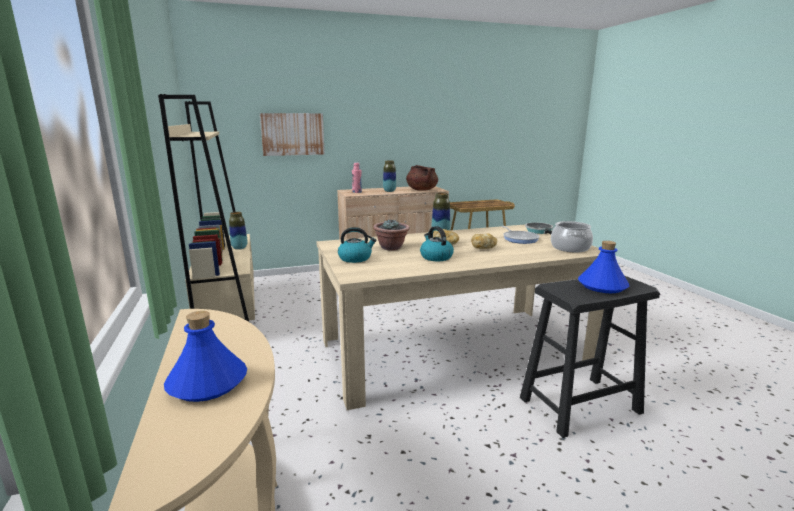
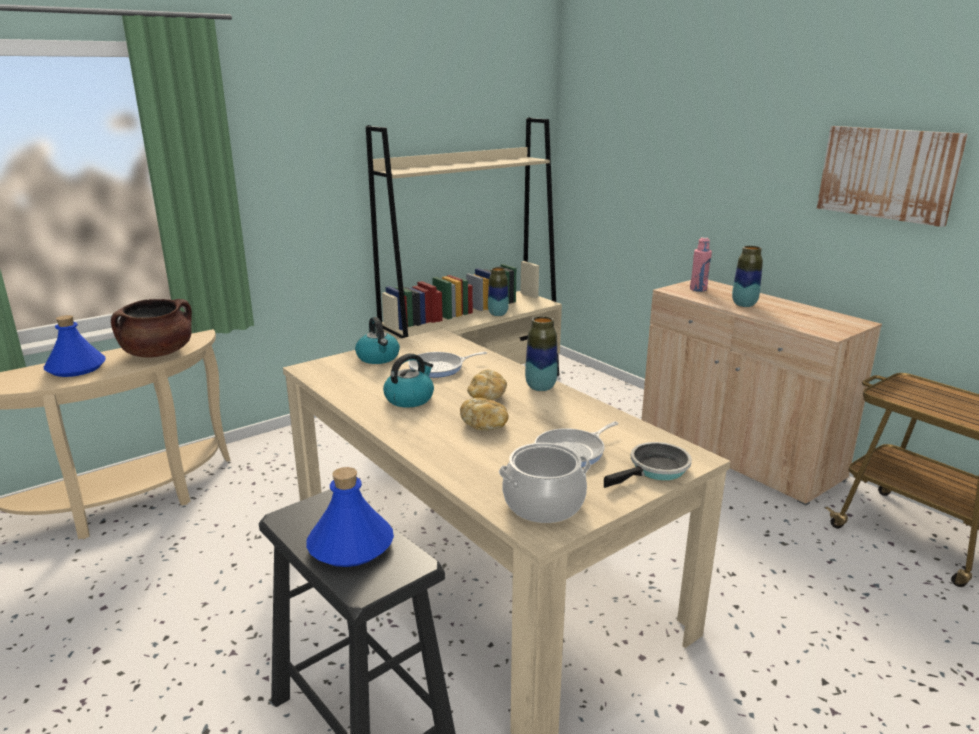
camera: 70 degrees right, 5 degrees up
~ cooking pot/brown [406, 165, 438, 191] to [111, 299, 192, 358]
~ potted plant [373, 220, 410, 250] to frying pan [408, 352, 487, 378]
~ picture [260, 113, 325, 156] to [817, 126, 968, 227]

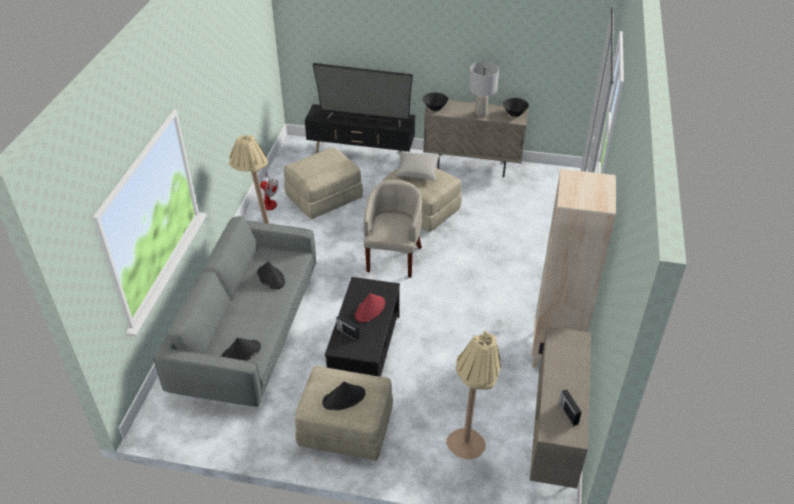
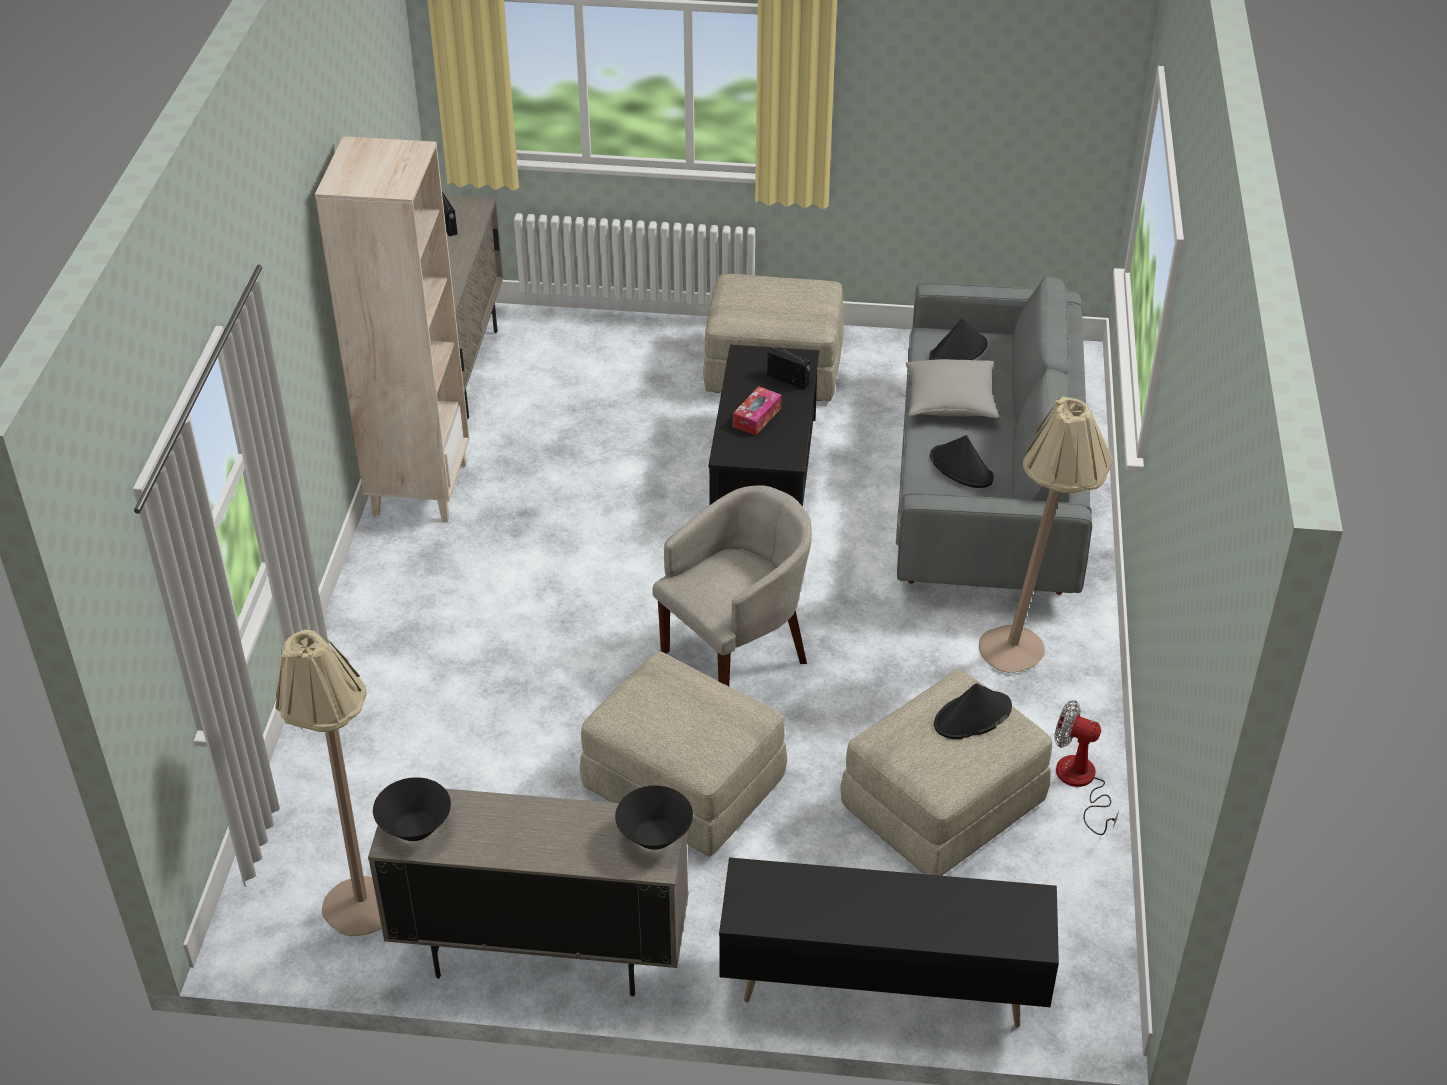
camera: 175 degrees right, 0 degrees up
~ floor lamp/beige [446, 331, 501, 459] to [275, 630, 382, 936]
~ armchair/beige [364, 180, 422, 278] = [652, 485, 812, 686] 135 degrees counterclockwise
~ hat/red [355, 293, 385, 322] to tissue box [733, 387, 782, 435]
~ pillow/grey [394, 152, 440, 181] to [906, 359, 998, 418]
~ hat/black [322, 382, 366, 410] to [934, 683, 1012, 739]
- television [313, 63, 413, 127]
- table lamp/grey [469, 62, 499, 117]

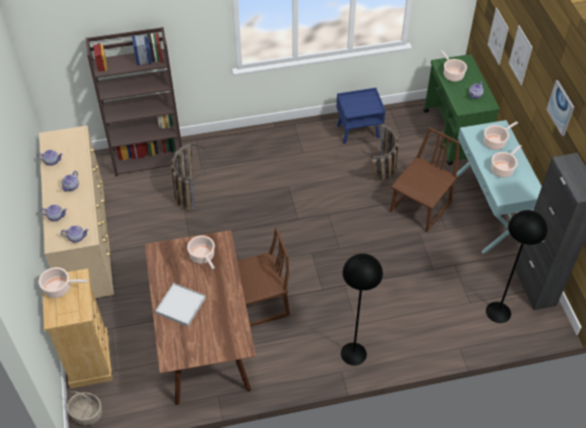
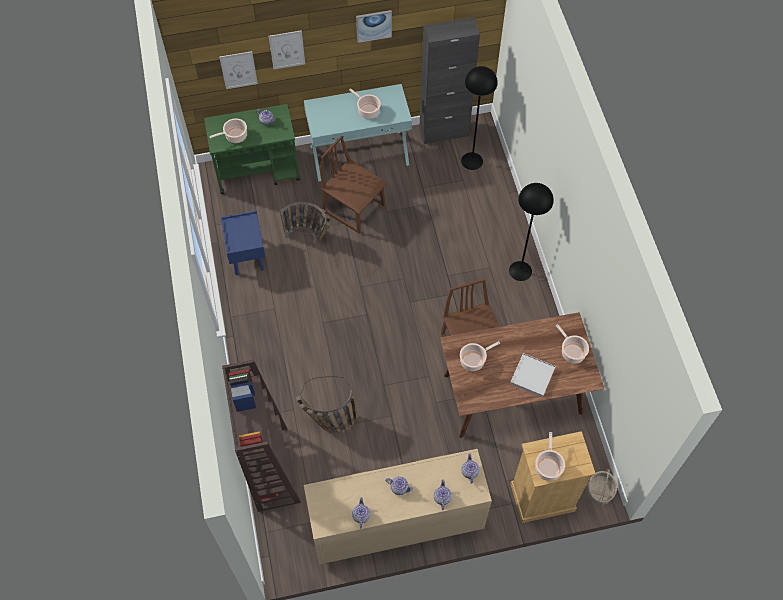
camera: 90 degrees left, 10 degrees up
~ cooking pot [484, 121, 518, 150] to [556, 324, 589, 363]

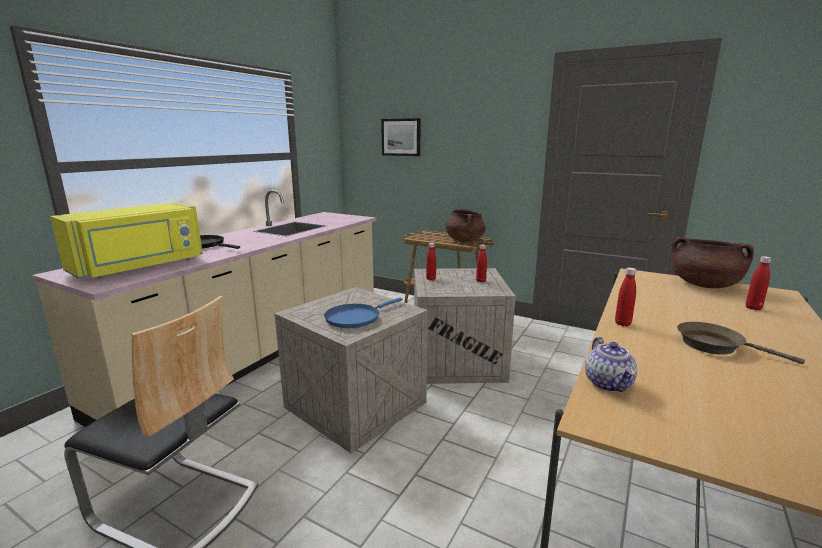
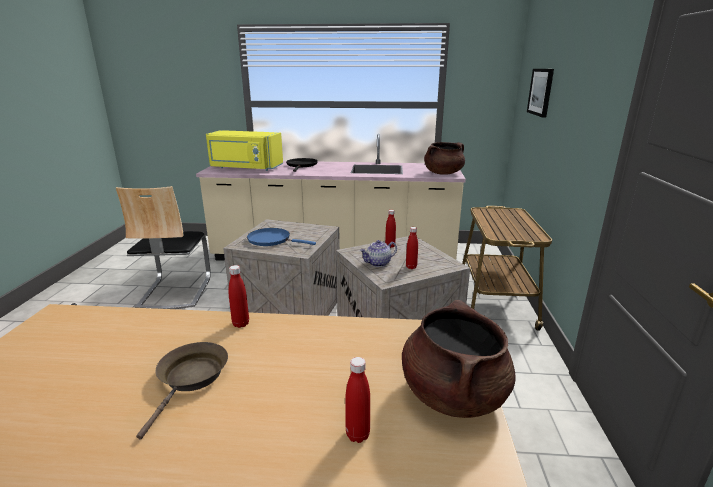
camera: 65 degrees right, 5 degrees up
~ teapot [585, 337, 637, 392] to [360, 240, 397, 267]
~ cooking pot/brown [445, 208, 486, 241] to [424, 142, 465, 175]

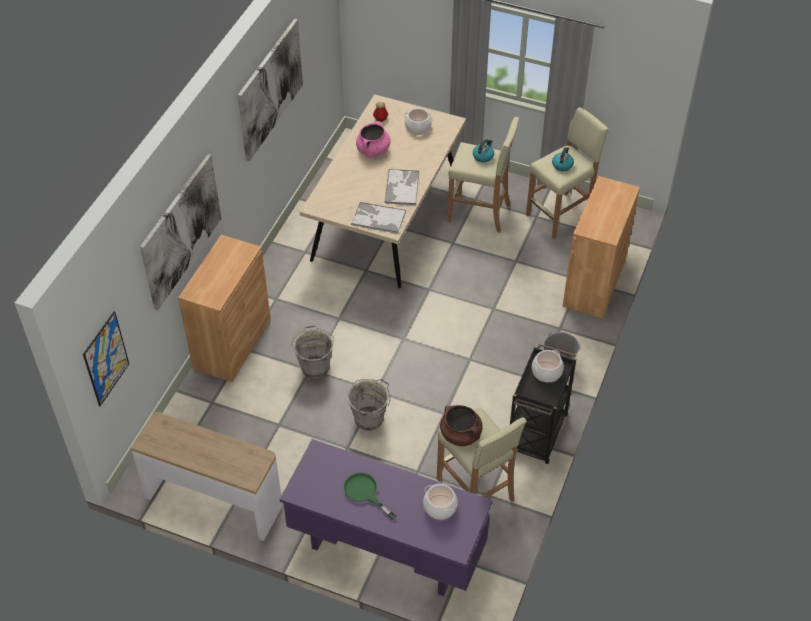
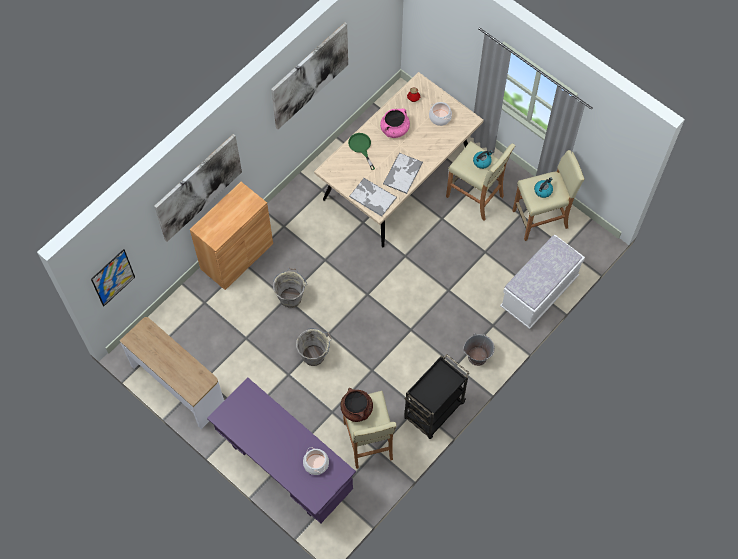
camera: 20 degrees right, 15 degrees up
~ frying pan/green [344, 473, 396, 520] to [348, 133, 375, 170]
~ cabinet/brown [562, 176, 640, 318] to bench/white [500, 235, 585, 329]
- cooking pot [532, 350, 564, 382]

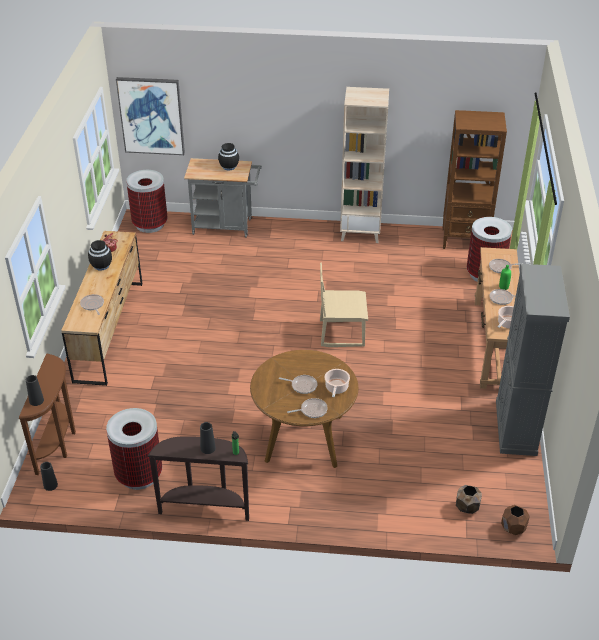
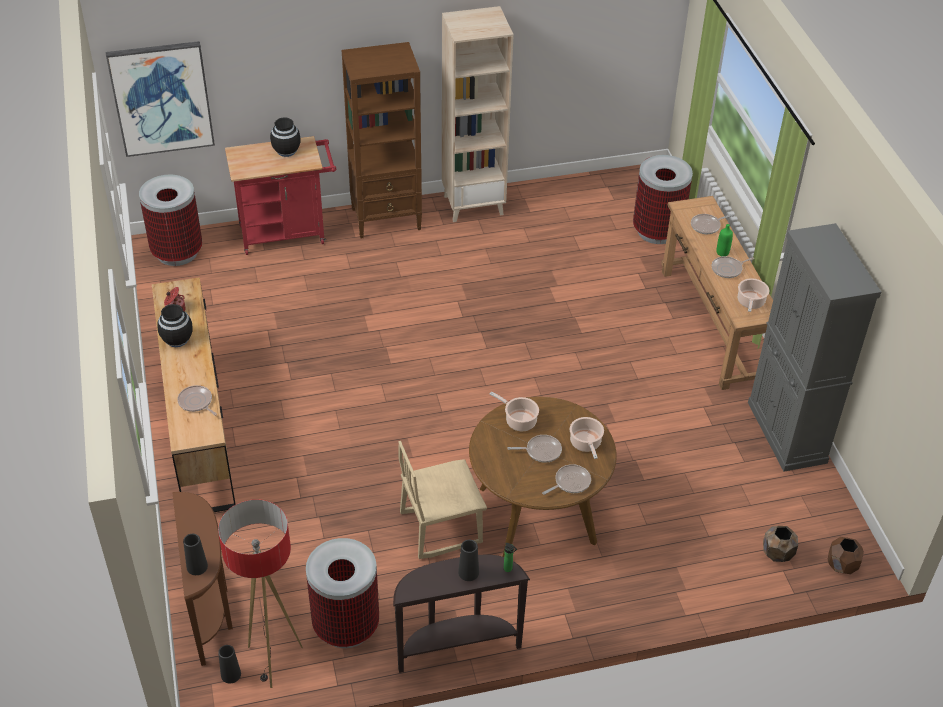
camera: 20 degrees left, 5 degrees up
+ floor lamp [218, 499, 303, 688]
~ cart/grey [184, 158, 262, 238] to cart/red [225, 136, 336, 255]
~ bookcase/brown [442, 110, 507, 249] to [342, 42, 422, 239]
~ chair/beige [320, 263, 368, 347] to [398, 441, 487, 559]
+ cooking pot [490, 392, 539, 431]

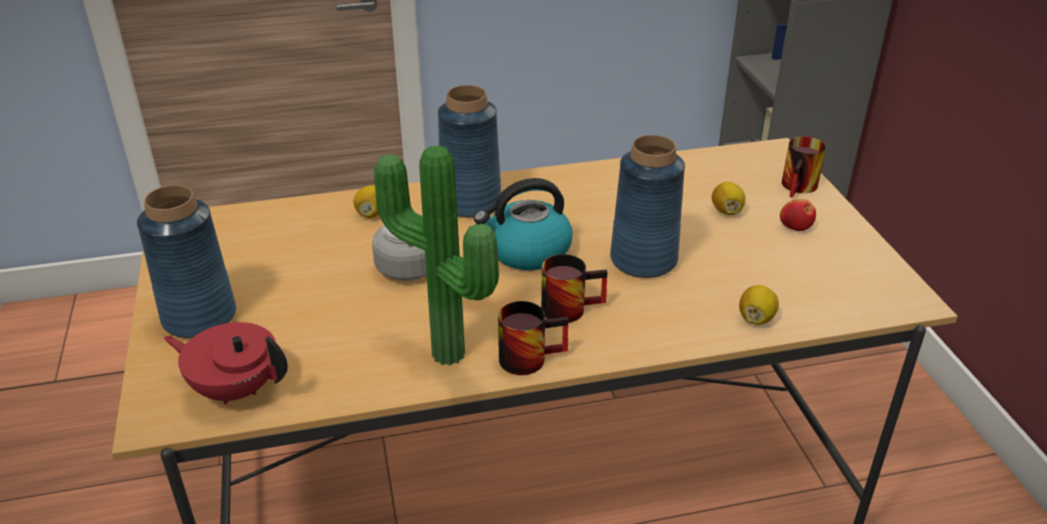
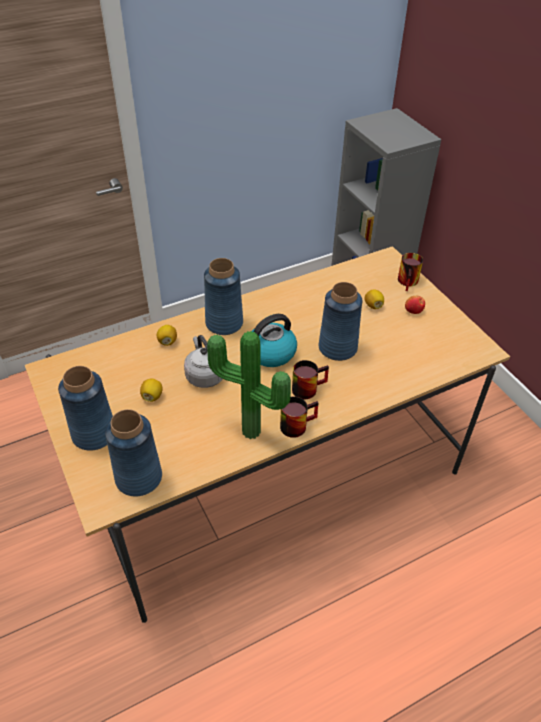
camera: 15 degrees left, 10 degrees up
~ teapot/red [164, 322, 288, 404] to vase/blue [105, 409, 162, 496]
~ lemon [739, 285, 779, 325] to [140, 378, 162, 402]

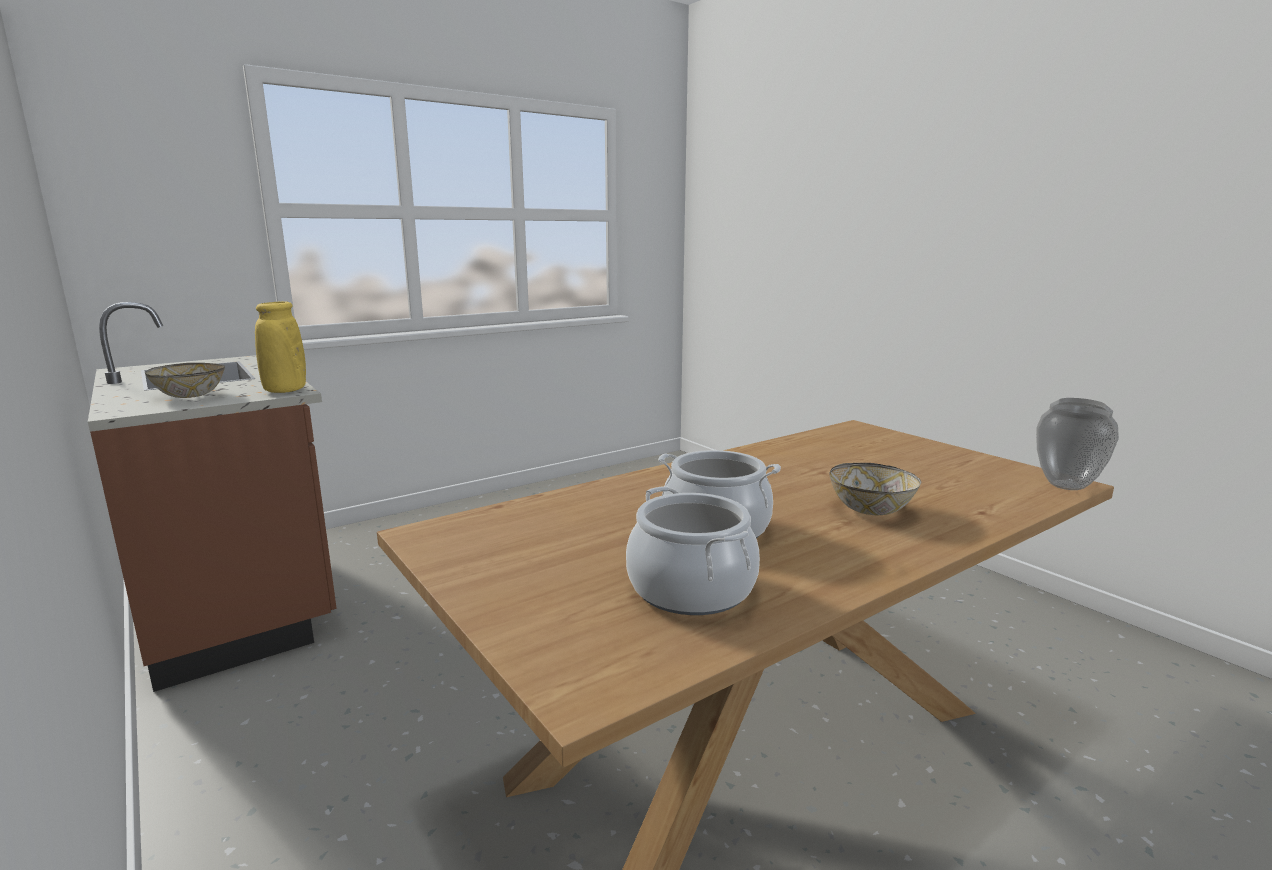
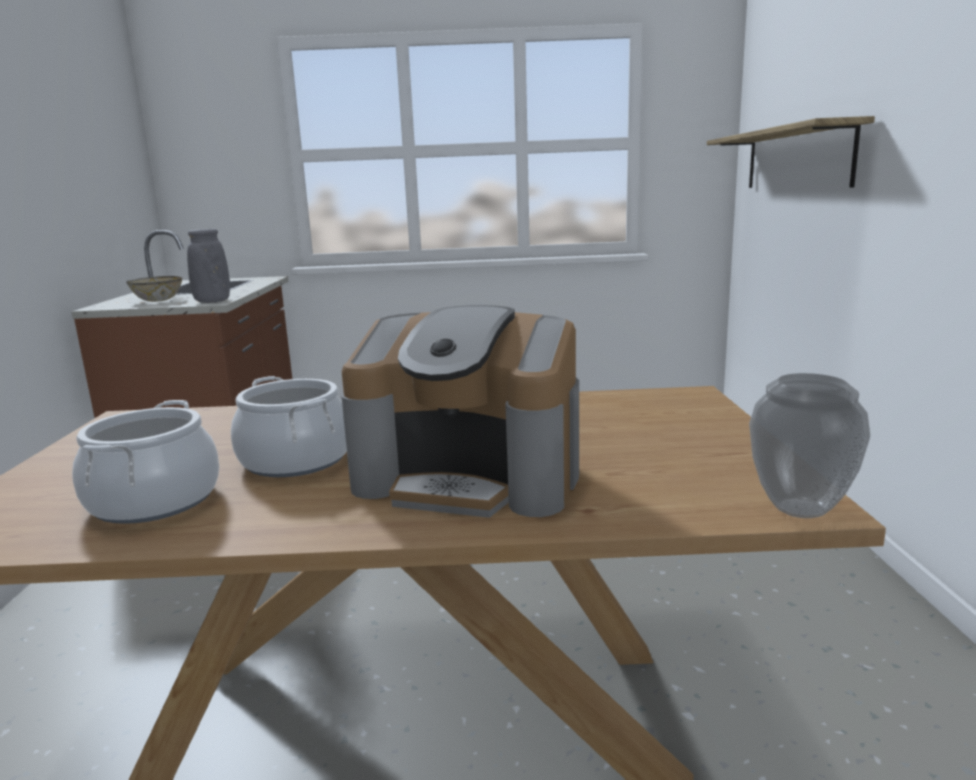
camera: 35 degrees right, 0 degrees up
~ vase/yellow [255, 301, 306, 393] to vase/grey [187, 229, 230, 303]
~ bowl [829, 463, 921, 515] to coffee machine [341, 305, 579, 518]
+ shelf [707, 116, 875, 188]

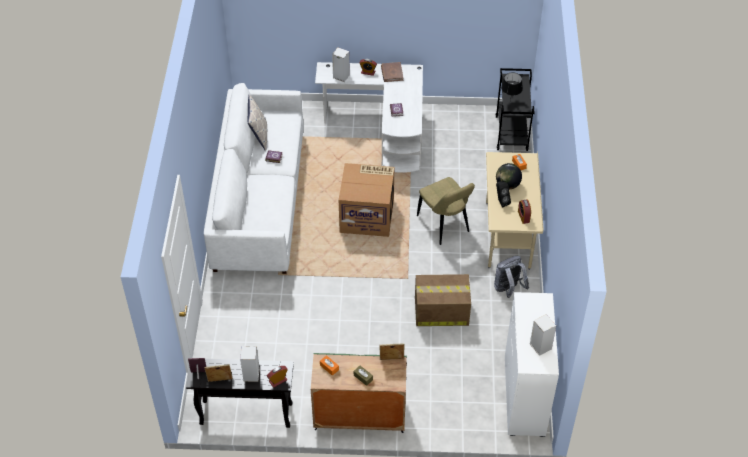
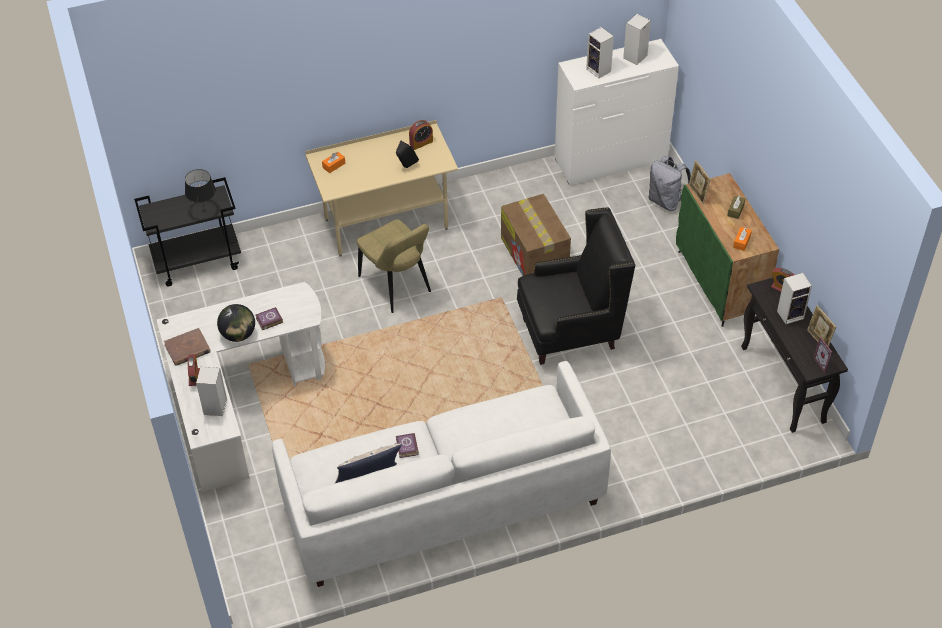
camera: 110 degrees left, 0 degrees up
~ globe [496, 163, 522, 189] to [217, 304, 255, 342]
~ chair/beige [417, 177, 475, 245] = [357, 219, 431, 313] 105 degrees clockwise
+ armchair/black [517, 208, 635, 365]
+ speaker [586, 27, 614, 79]
~ backpack/grey [494, 256, 529, 298] to [648, 156, 691, 211]
- cardboard box [339, 163, 394, 237]

